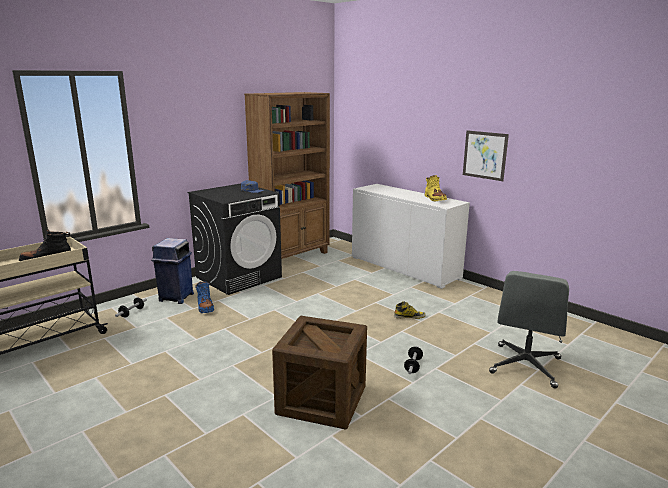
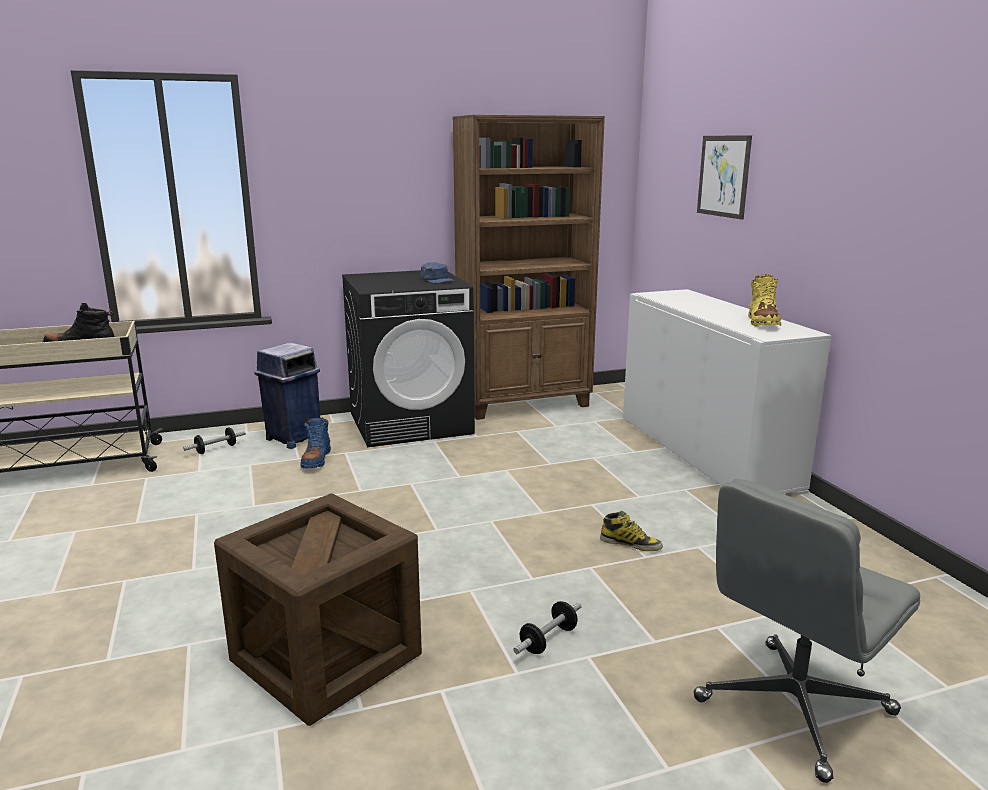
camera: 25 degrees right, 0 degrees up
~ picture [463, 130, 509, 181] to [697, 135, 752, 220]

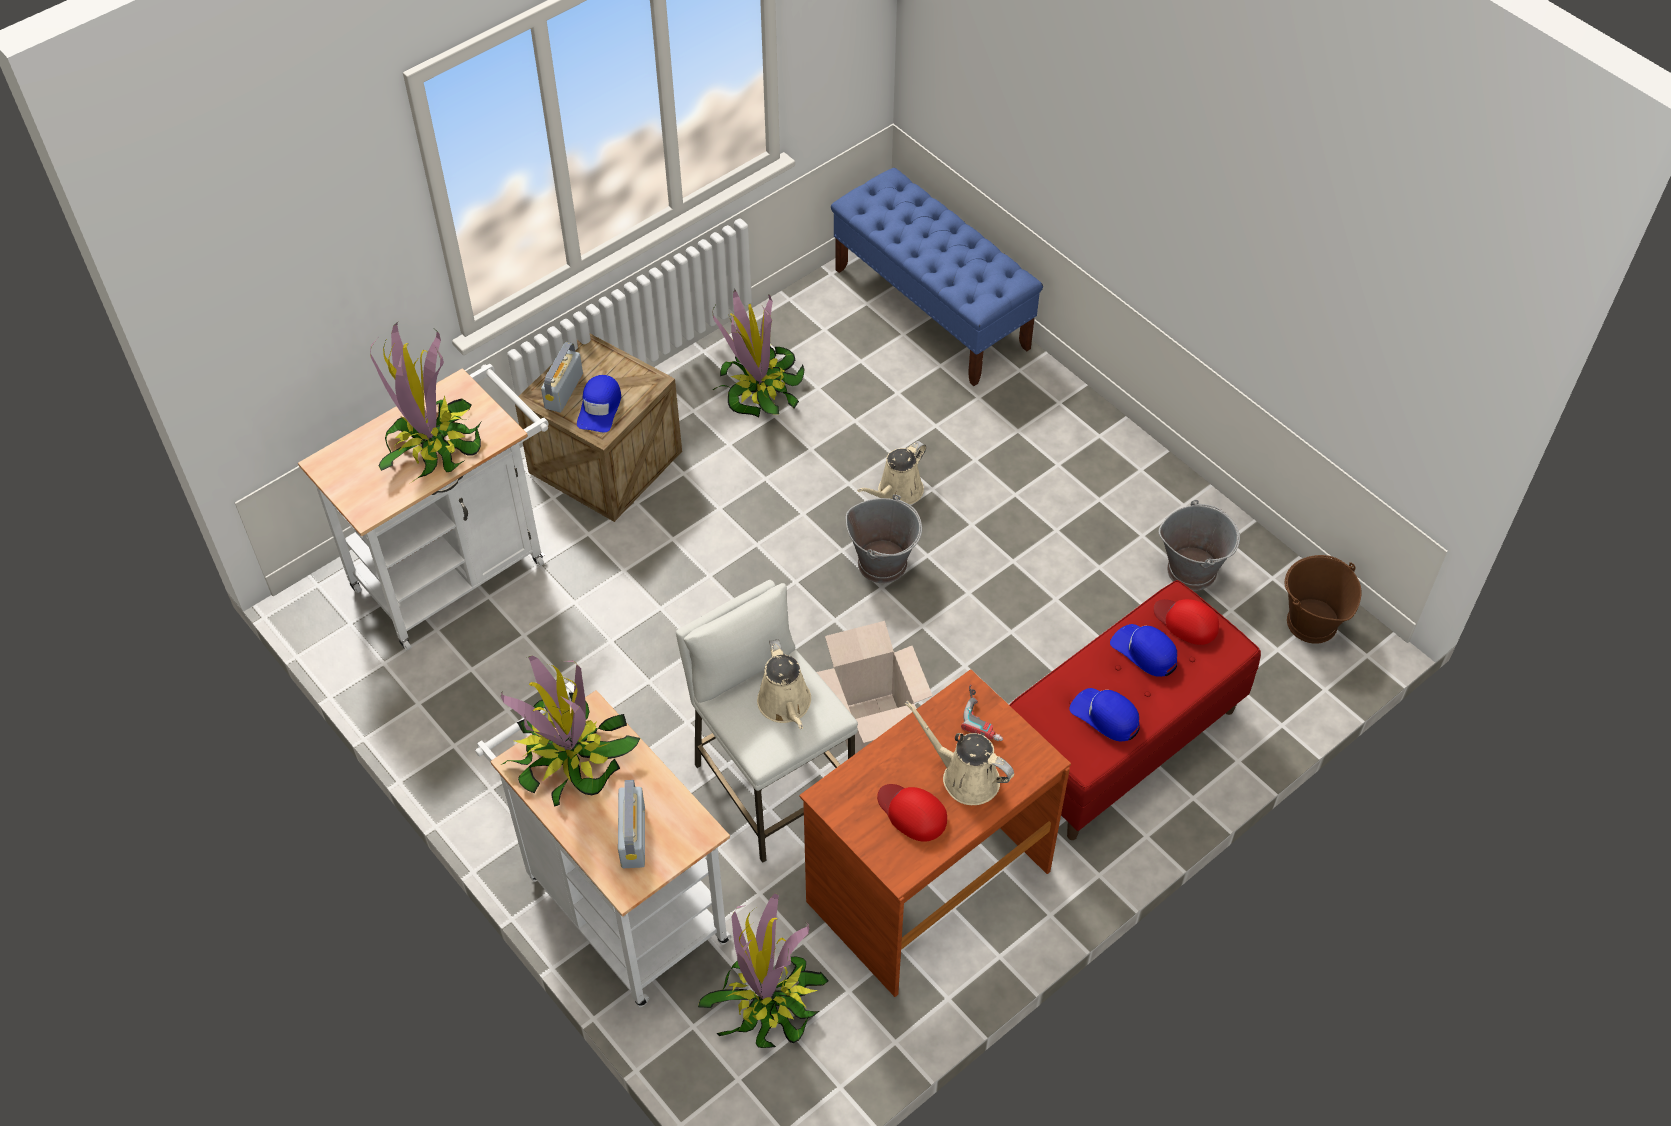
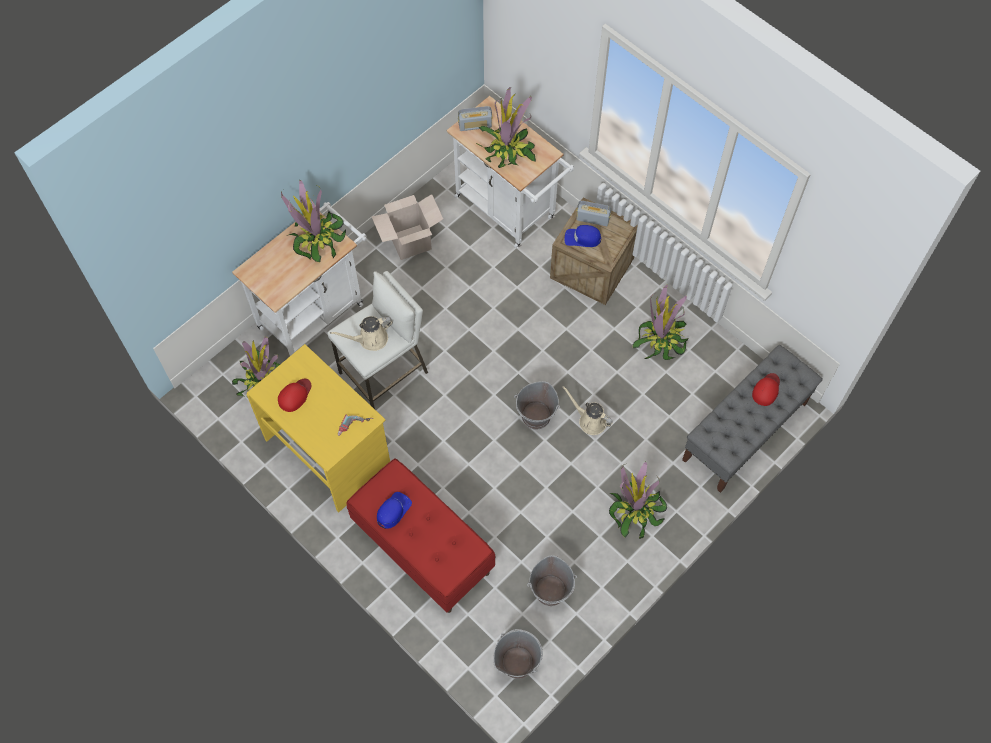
camera: 85 degrees right, 10 degrees up
~ desk/brown [800, 670, 1071, 997] to desk/yellow [246, 344, 390, 512]
~ cardboard box [816, 621, 933, 754] to [371, 194, 443, 260]
~ radio [618, 780, 645, 868] to [458, 106, 493, 131]
~ bucket/brown [1285, 555, 1362, 644] to bucket/grey [493, 629, 543, 679]
+ potted plant [609, 462, 667, 539]
~ bench/blue [831, 168, 1043, 386] to bench/grey [682, 345, 823, 493]
~ cap/red [1153, 599, 1219, 645] to [752, 373, 780, 406]
- watering can/beige [905, 701, 1014, 805]
- cap/blue [1110, 624, 1177, 677]

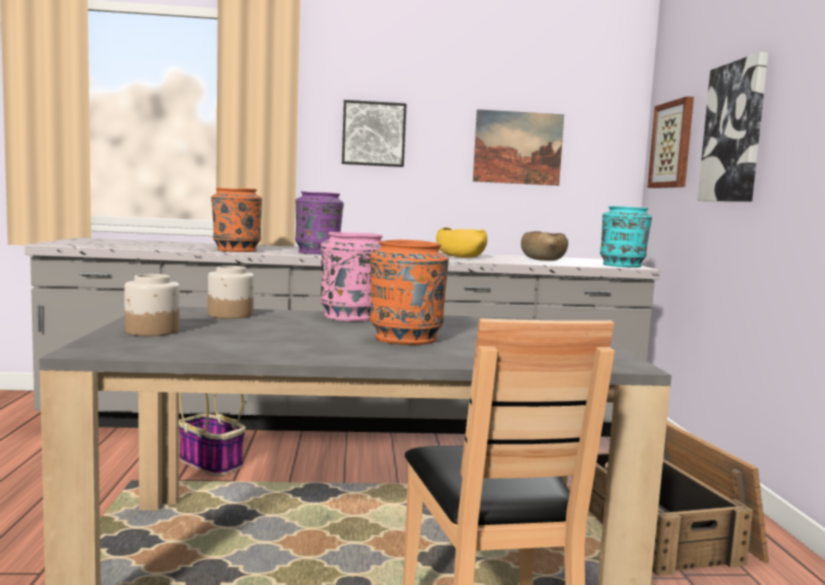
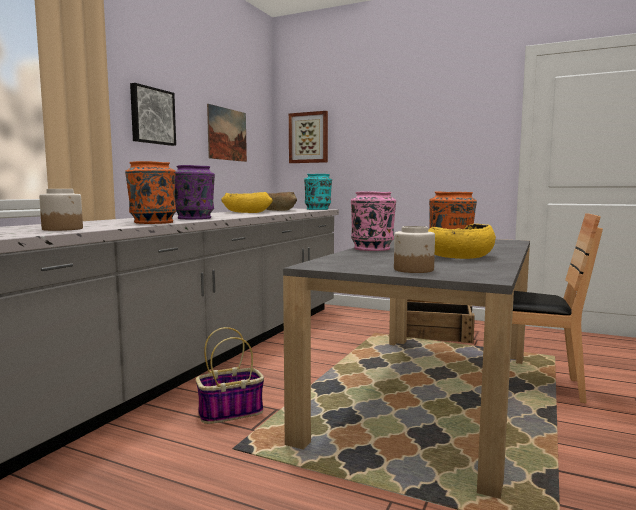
camera: 60 degrees left, 0 degrees up
~ jar [208, 266, 254, 319] to [39, 189, 83, 231]
+ bowl/yellow [428, 224, 496, 259]
- picture [697, 52, 768, 202]

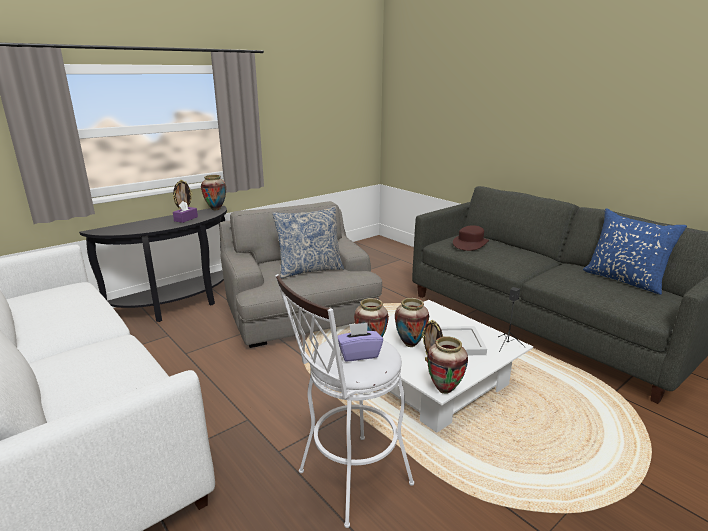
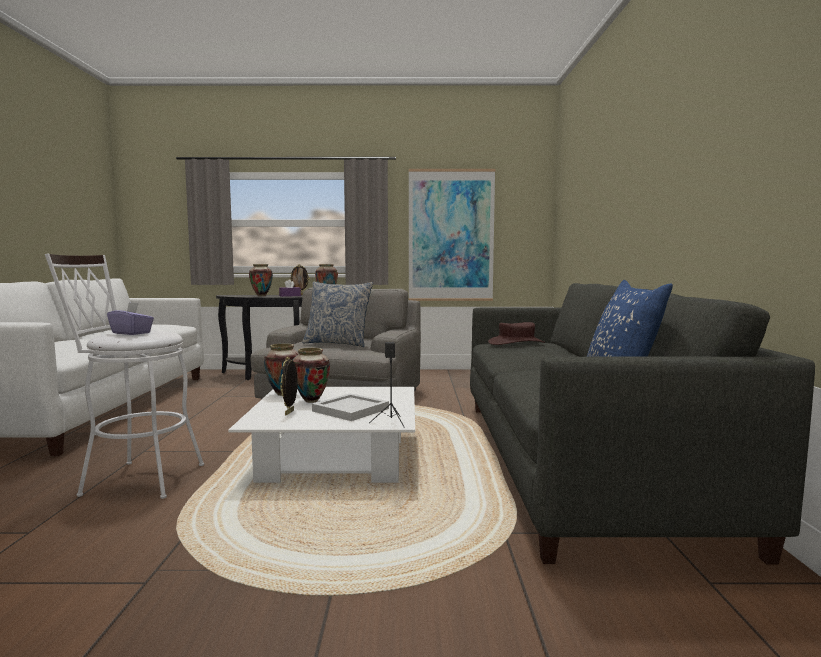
camera: 40 degrees right, 15 degrees down
~ vase [427, 336, 468, 394] to [249, 264, 273, 296]
+ picture [409, 169, 495, 301]

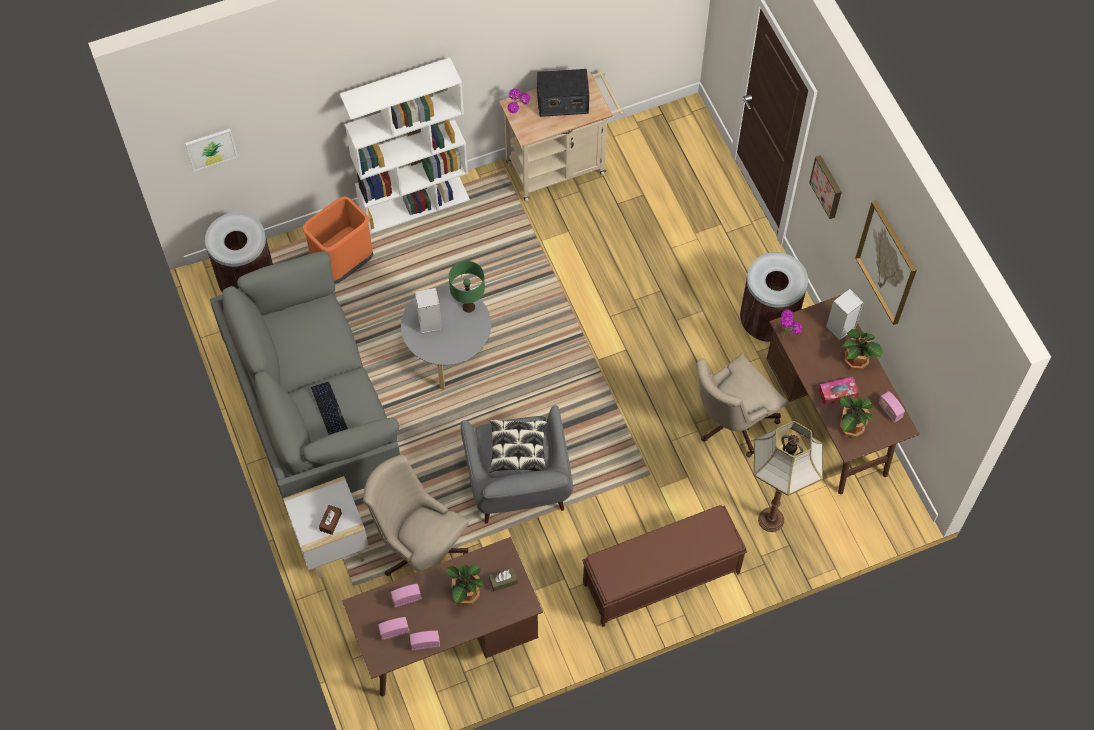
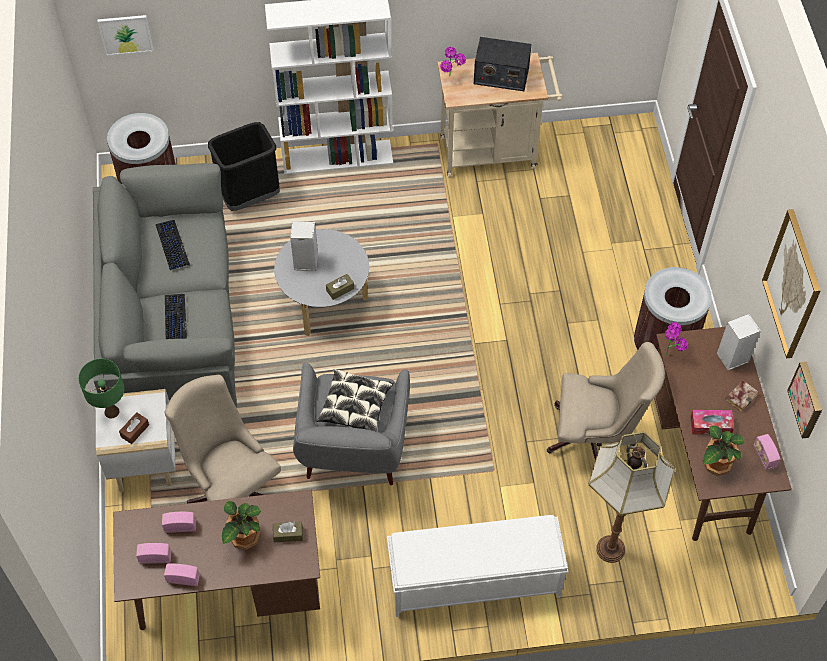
camera: 15 degrees right, 5 degrees down
~ table lamp/green [449, 261, 485, 313] to [78, 359, 124, 419]
+ keyboard [156, 220, 190, 271]
~ trash can/orange [302, 196, 373, 284] to trash can/black [208, 122, 280, 211]
+ tissue box/brown [326, 274, 354, 300]
~ bench/brown [582, 505, 747, 627] to bench/white [387, 515, 568, 617]
~ office chair/beige [696, 354, 787, 457] = [547, 342, 665, 460] 150 degrees counterclockwise
~ potted plant [842, 329, 882, 370] to book [725, 380, 758, 412]
~ picture [809, 155, 842, 219] to [787, 361, 822, 438]

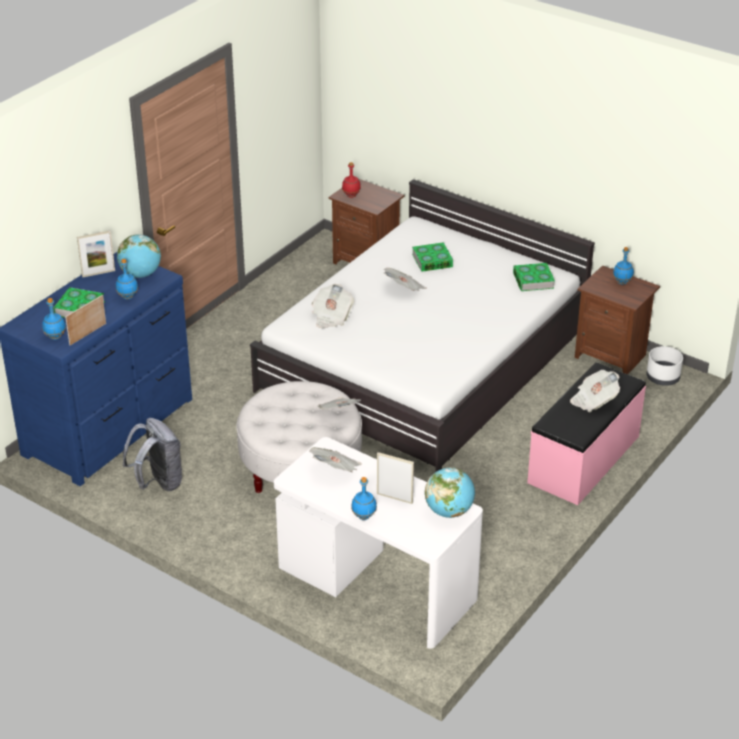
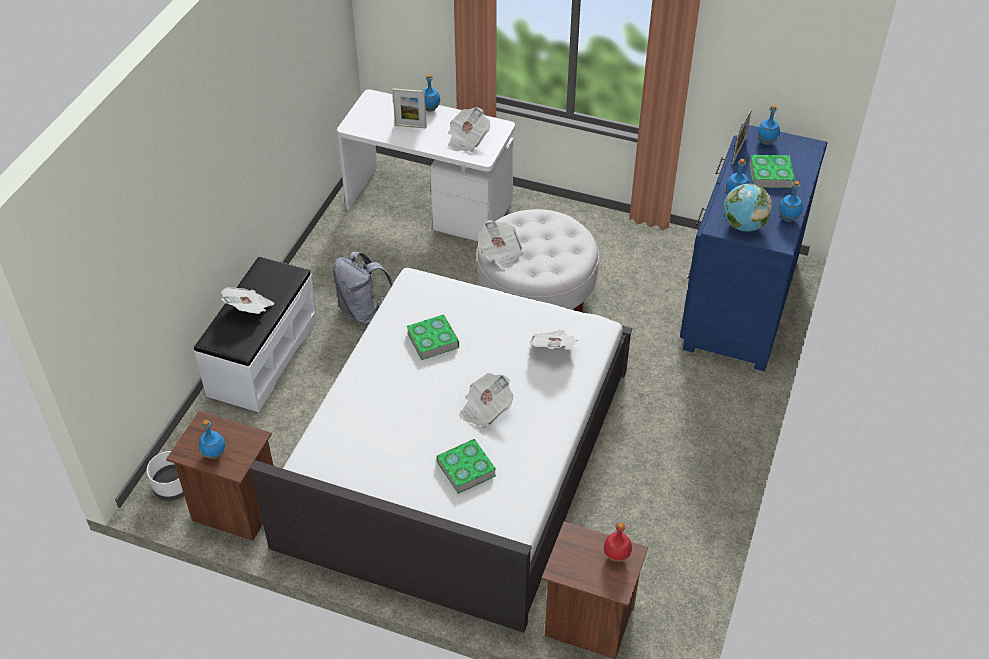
camera: 165 degrees right, 10 degrees up
~ bench/pink [527, 363, 646, 505] to bench/white [194, 257, 318, 412]
~ backpack/grey [123, 418, 182, 491] to [333, 251, 393, 324]
~ book [513, 263, 555, 291] to [407, 315, 459, 360]
~ picture frame [77, 231, 115, 277] to bottle/blue [778, 181, 803, 222]
- globe [425, 467, 475, 518]

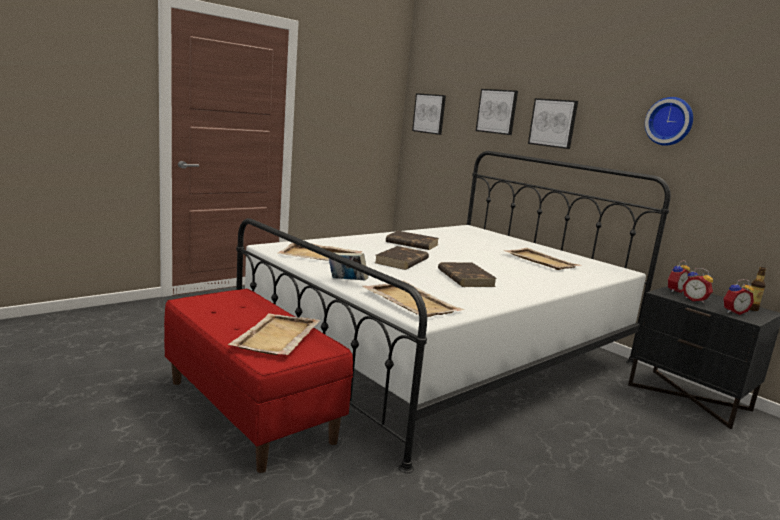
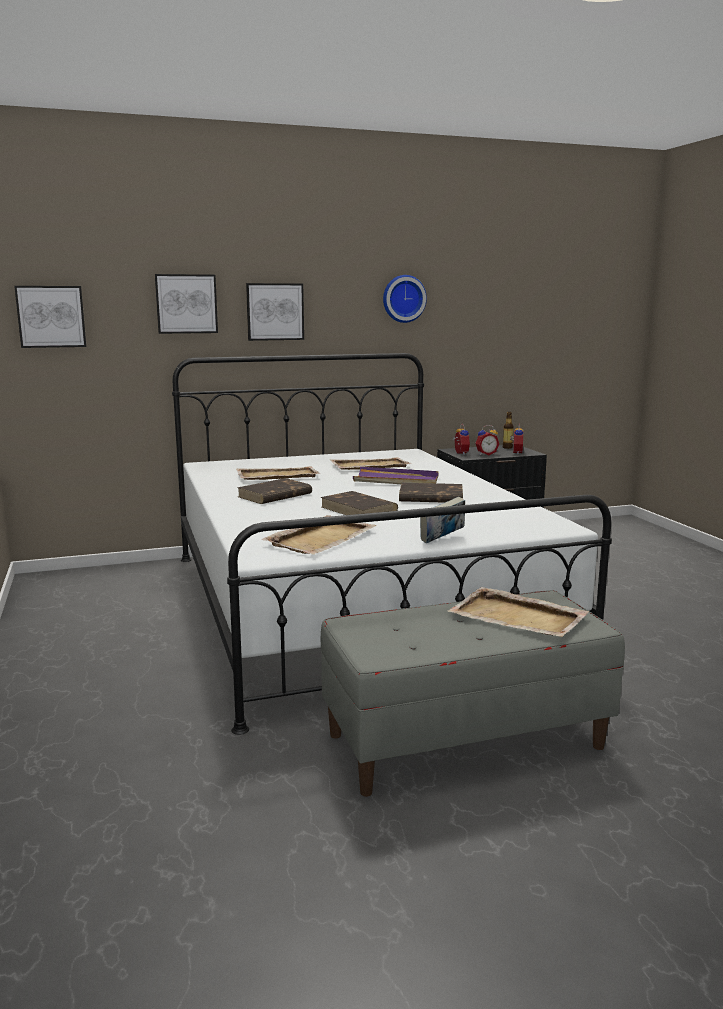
camera: 65 degrees left, 0 degrees up
~ tray/beige [362, 281, 464, 317] to [236, 466, 320, 480]
~ bench/red [164, 289, 353, 473] to bench/grey [321, 590, 625, 797]
+ tray/purple [353, 467, 439, 484]

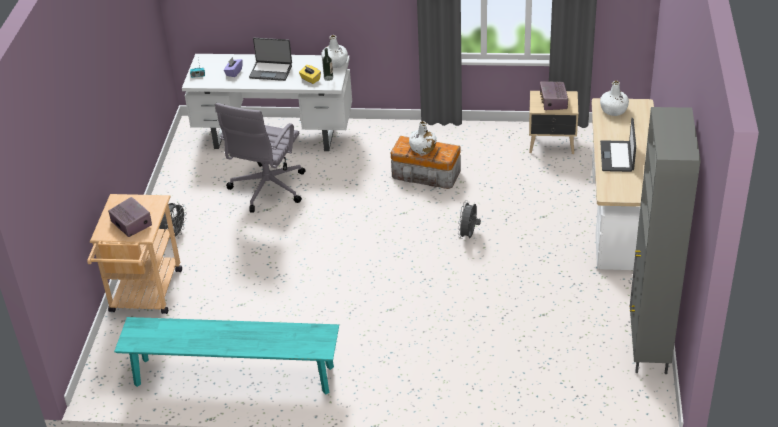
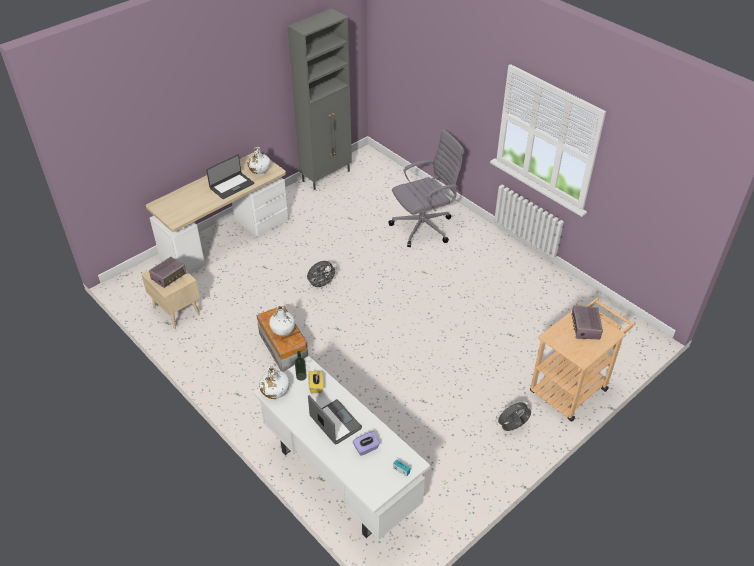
camera: 140 degrees left, 5 degrees up
~ bottle/white [600, 81, 629, 116] to [247, 147, 271, 174]
~ office chair/grey [215, 103, 305, 213] to [388, 129, 464, 247]
- bench/turquoise [114, 317, 339, 395]

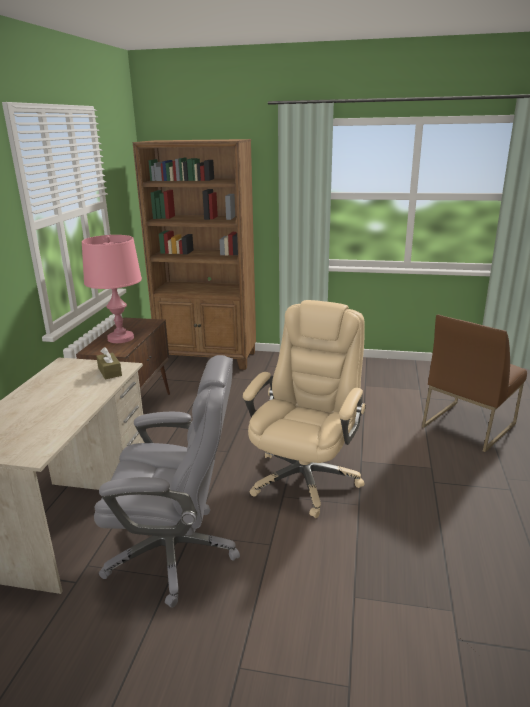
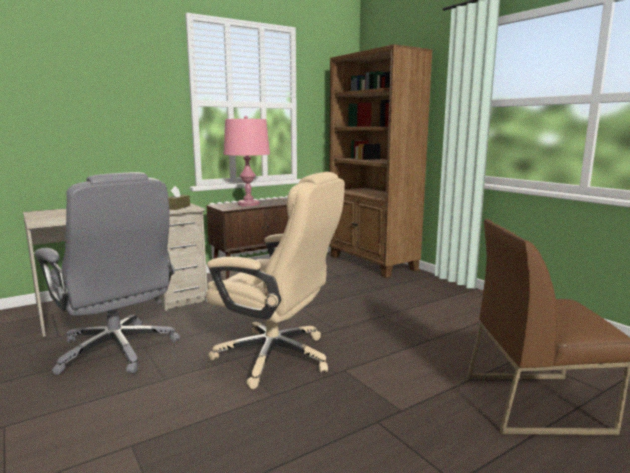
camera: 45 degrees right, 10 degrees down
~ office chair/beige [243, 300, 366, 518] = [206, 172, 345, 389] 45 degrees clockwise

